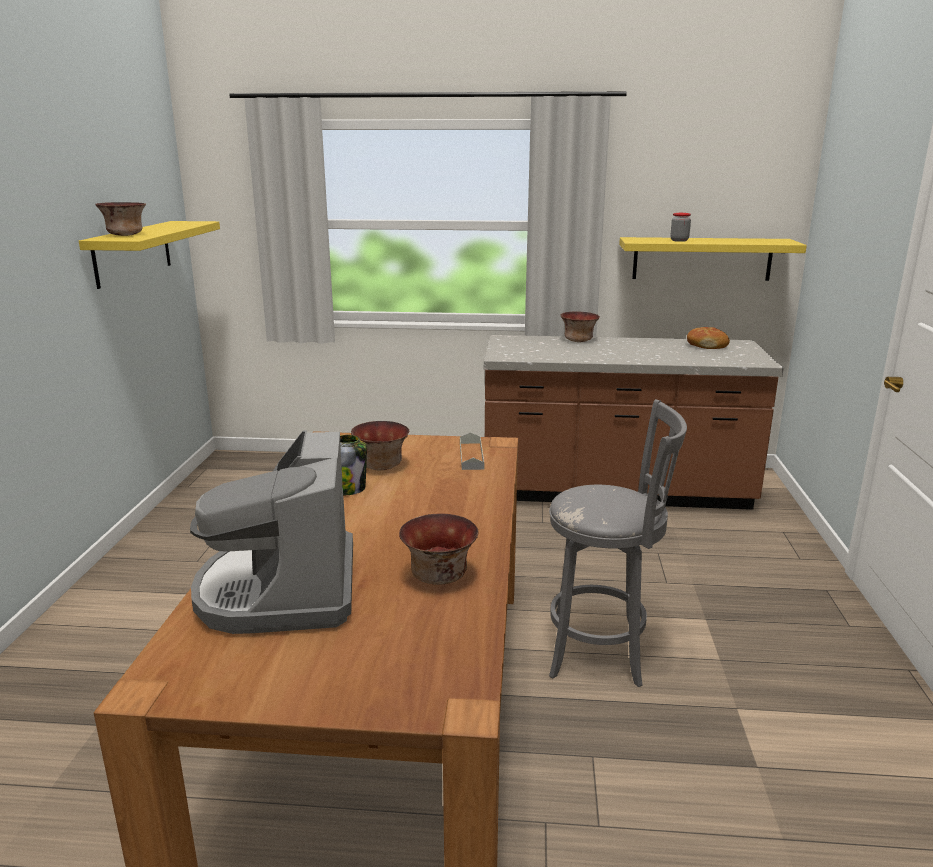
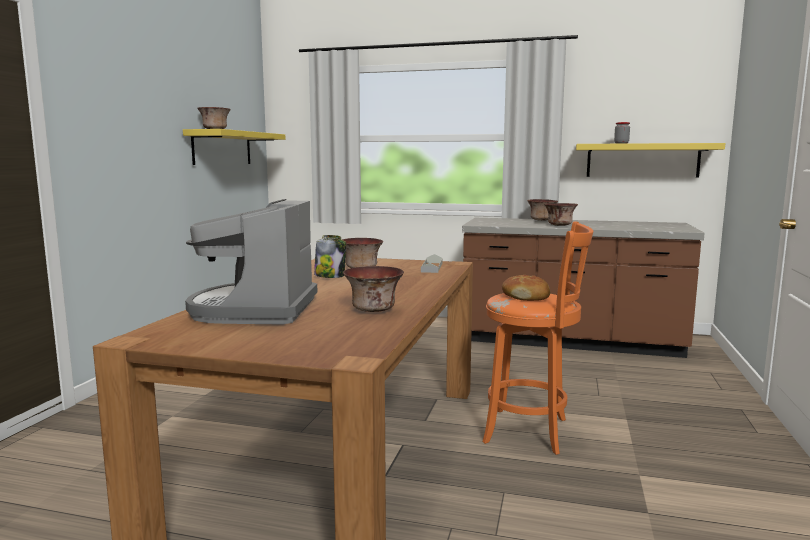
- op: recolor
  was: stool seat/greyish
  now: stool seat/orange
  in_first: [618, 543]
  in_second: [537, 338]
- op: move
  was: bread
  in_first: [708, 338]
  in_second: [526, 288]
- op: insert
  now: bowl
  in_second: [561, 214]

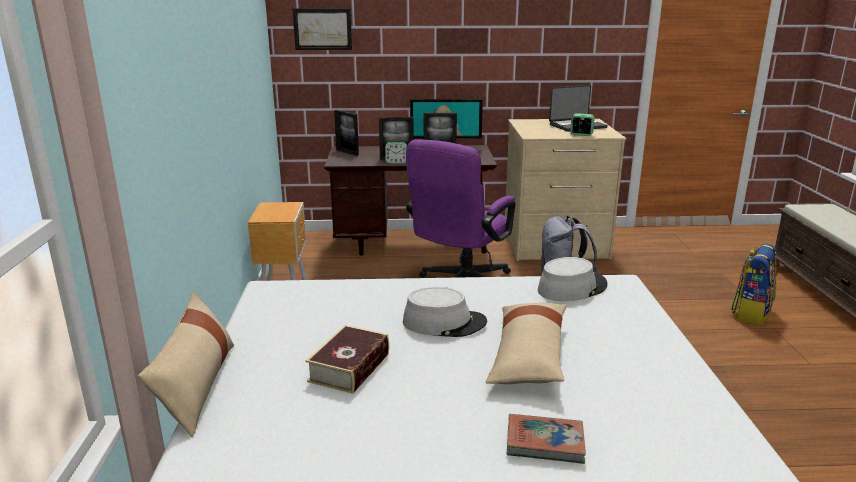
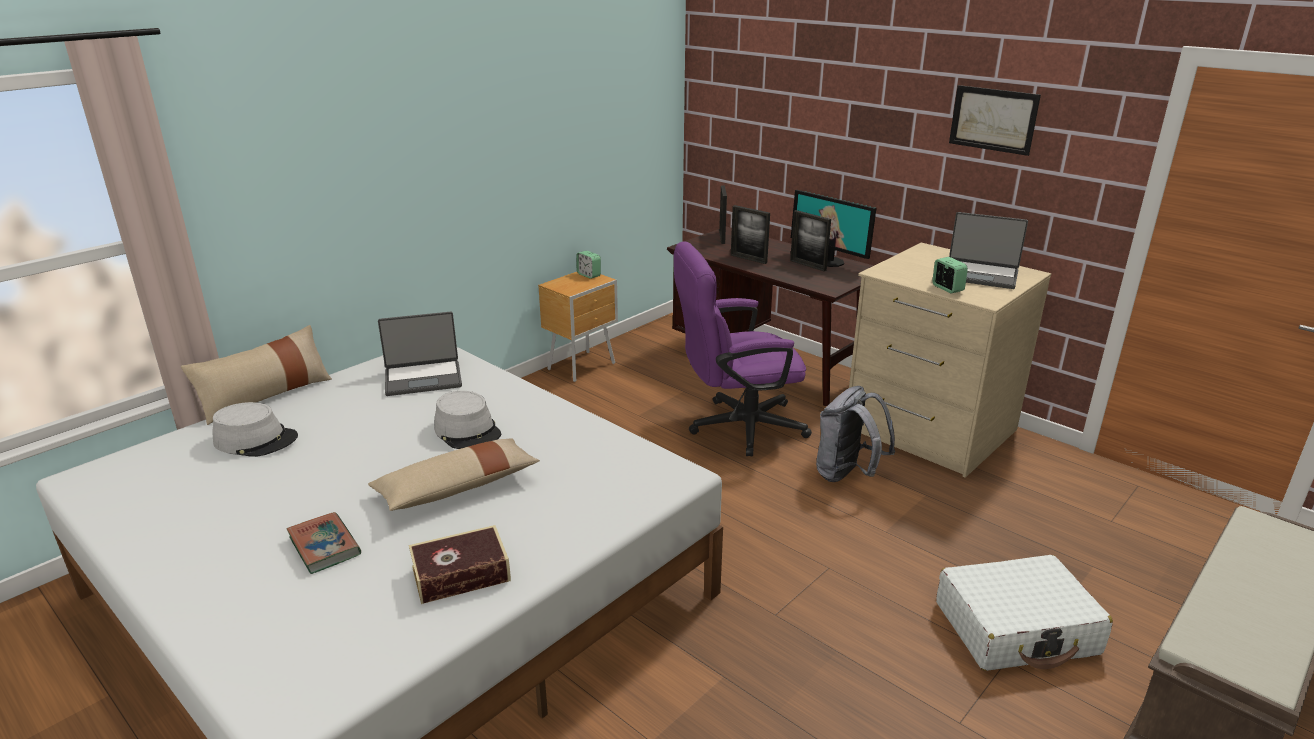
- op: move
  was: hat/greyish
  in_first: [572, 279]
  in_second: [255, 429]
- op: insert
  now: portable computer
  in_second: [420, 354]
- op: move
  was: volume
  in_first: [347, 359]
  in_second: [460, 564]
- op: move
  was: alarm clock
  in_first: [396, 152]
  in_second: [588, 265]
- op: replace
  was: backpack
  now: piece of luggage/white-coloured
  in_first: [754, 284]
  in_second: [1024, 613]
- op: move
  was: wall art
  in_first: [322, 29]
  in_second: [995, 120]

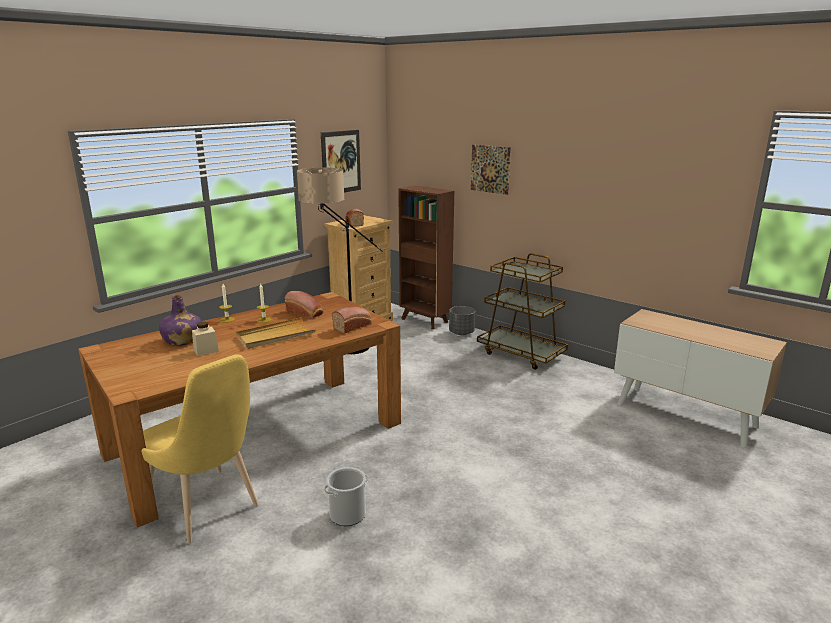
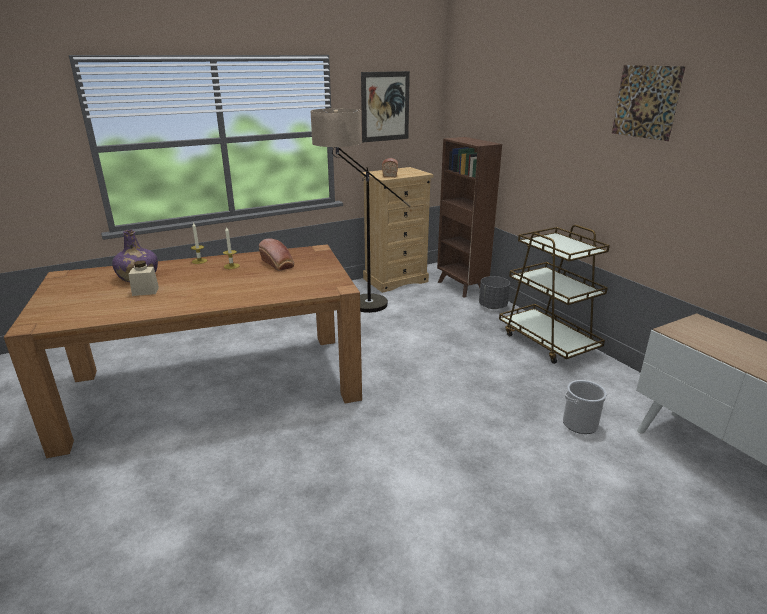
- op: move
  was: pail
  in_first: [346, 496]
  in_second: [585, 407]
- op: move
  was: wall art
  in_first: [491, 170]
  in_second: [649, 103]
- op: delete
  was: upright chair/yellow-coloured
  in_first: [200, 449]
- op: delete
  was: serving tray/sand-coloured
  in_first: [276, 333]
- op: delete
  was: bread
  in_first: [352, 320]

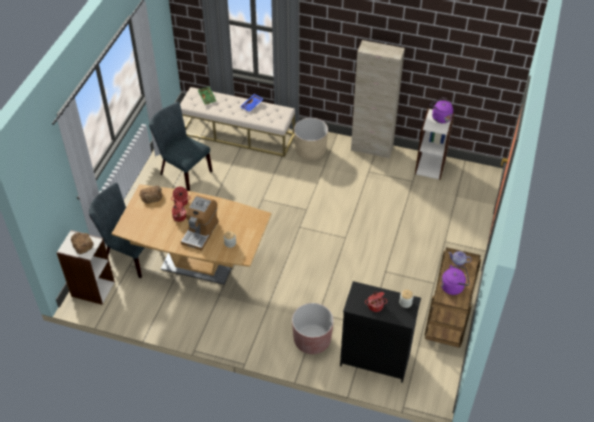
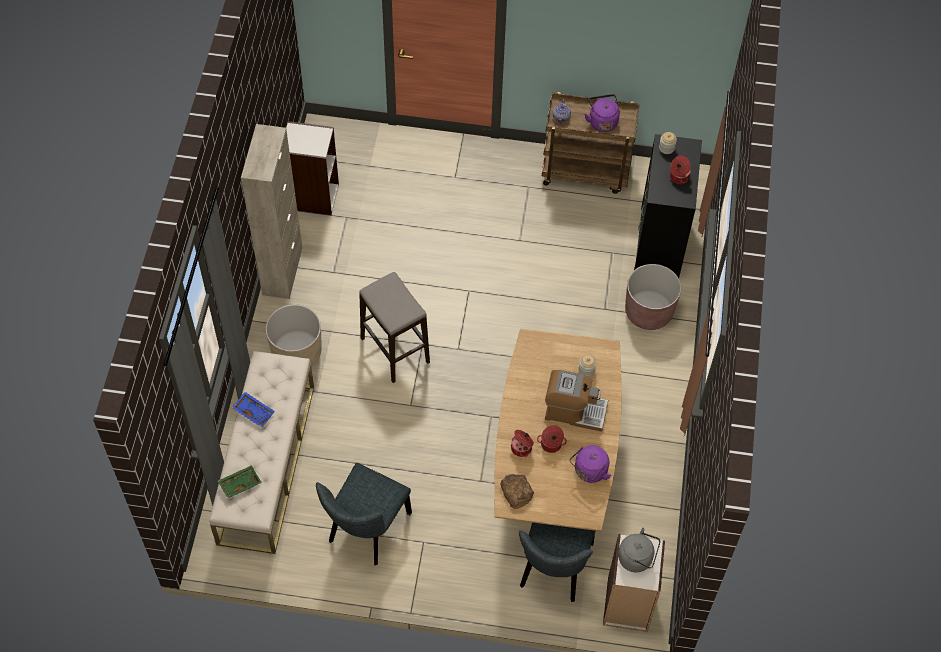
- op: insert
  now: stool seat
  in_second: [394, 327]
- op: move
  was: kettle/purplish
  in_first: [441, 110]
  in_second: [591, 464]
- op: replace
  was: bread
  now: kettle/greyish
  in_first: [82, 243]
  in_second: [639, 550]

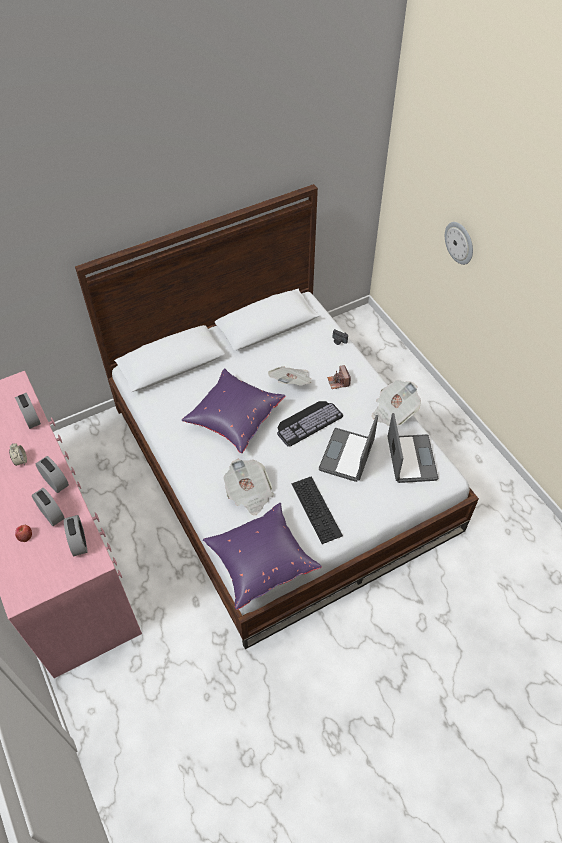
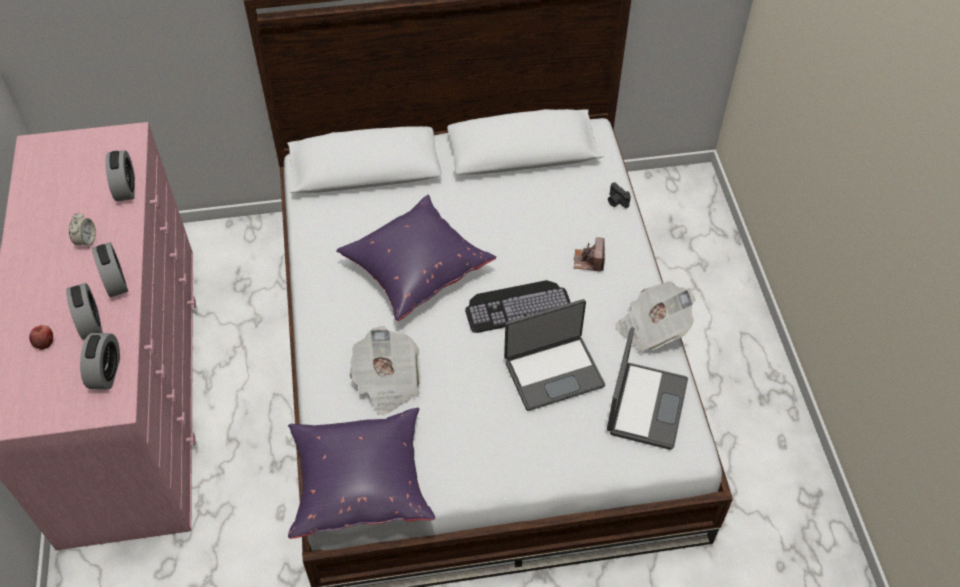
- op: rotate
  was: portable computer
  in_first: [348, 448]
  in_second: [554, 355]
  clockwise: -150
- op: delete
  was: printed paper
  in_first: [289, 376]
- op: delete
  was: computer keyboard
  in_first: [317, 510]
- op: delete
  was: clock on the wall
  in_first: [459, 243]

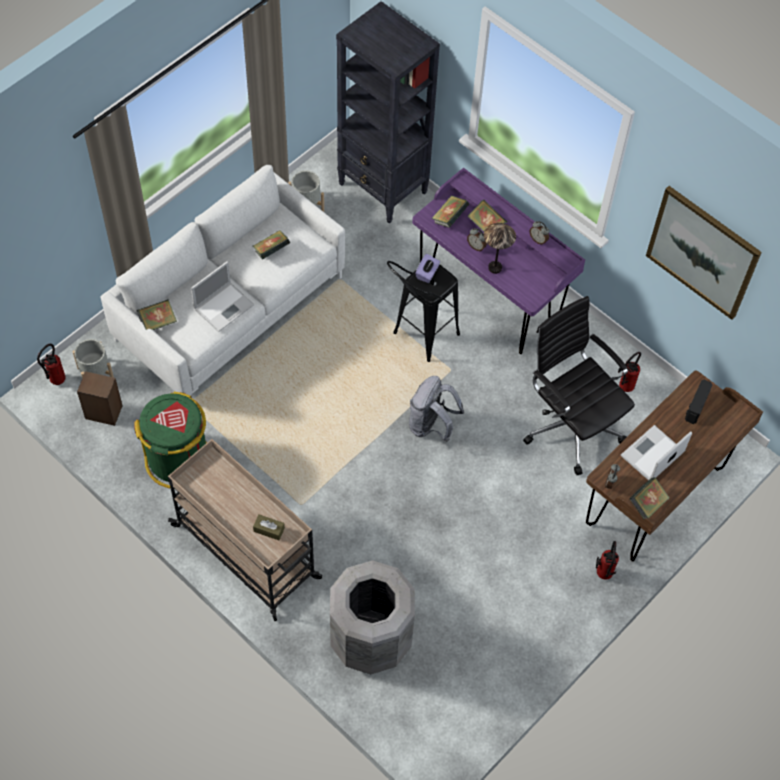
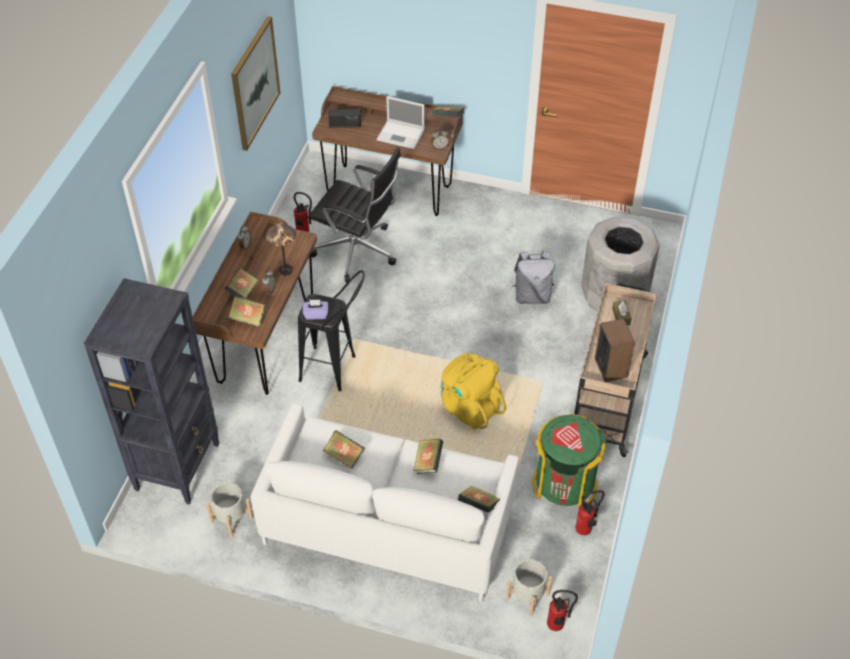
- op: recolor
  was: desk table/purplish
  now: desk table/brown-coloured
  in_first: [498, 260]
  in_second: [255, 303]
- op: rotate
  was: computer chair/black-coloured
  in_first: [579, 385]
  in_second: [355, 215]
  clockwise: -90
- op: replace
  was: portable computer
  now: volume
  in_first: [222, 296]
  in_second: [428, 456]
- op: insert
  now: backpack/yellow-coloured
  in_second: [473, 391]
- op: move
  was: backpack/greyish
  in_first: [436, 409]
  in_second: [533, 277]
- op: move
  was: extinguisher
  in_first: [607, 560]
  in_second: [590, 512]
- op: move
  was: loudspeaker
  in_first: [100, 398]
  in_second: [615, 350]

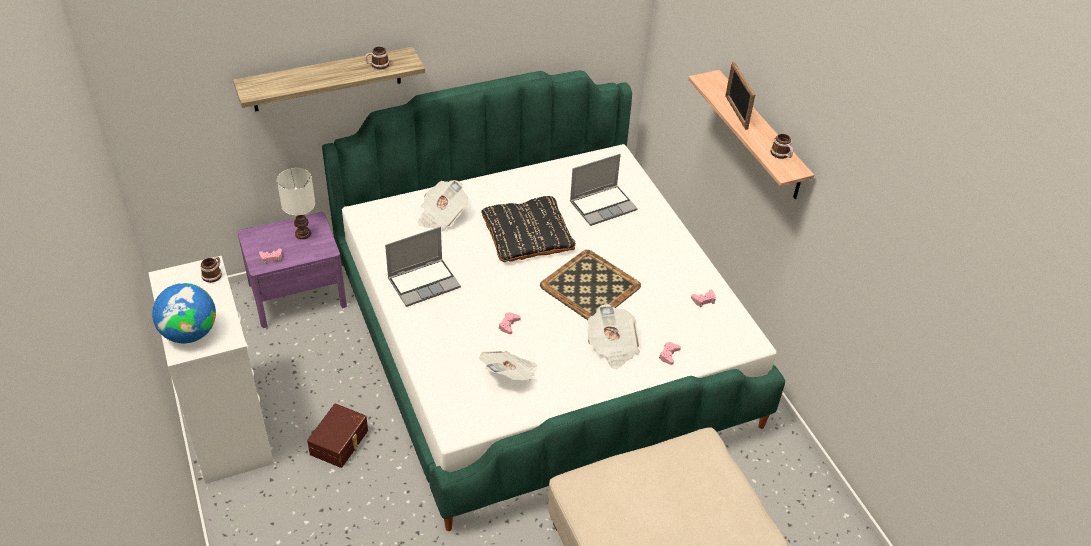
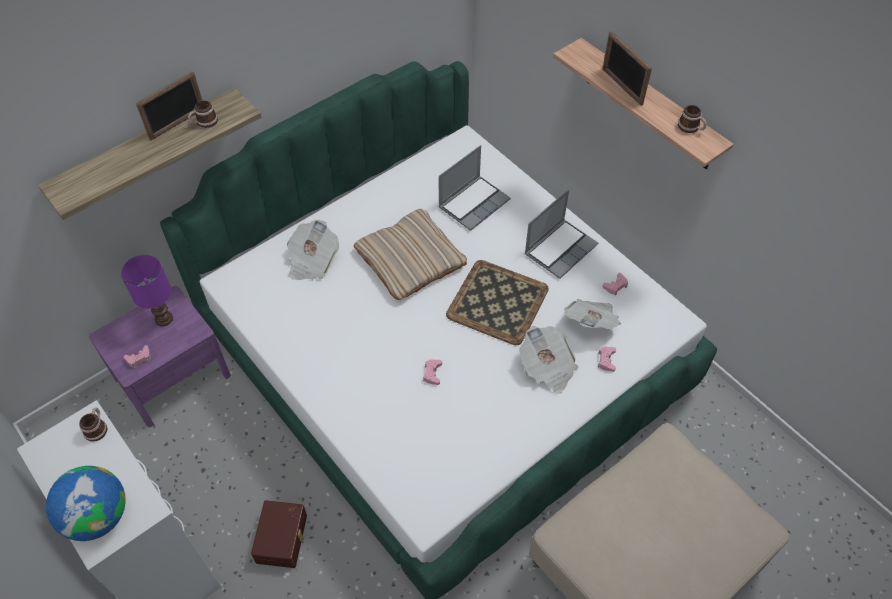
- op: recolor
  was: lamp for a table/white-coloured
  now: lamp for a table/purplish
  in_first: [296, 203]
  in_second: [147, 290]
- op: insert
  now: standing frame
  in_second: [169, 106]
- op: recolor
  was: throw pillow/black-coloured
  now: throw pillow/sand-coloured
  in_first: [528, 229]
  in_second: [410, 254]
- op: move
  was: portable computer
  in_first: [423, 267]
  in_second: [561, 234]
- op: move
  was: printed paper
  in_first: [508, 366]
  in_second: [592, 314]

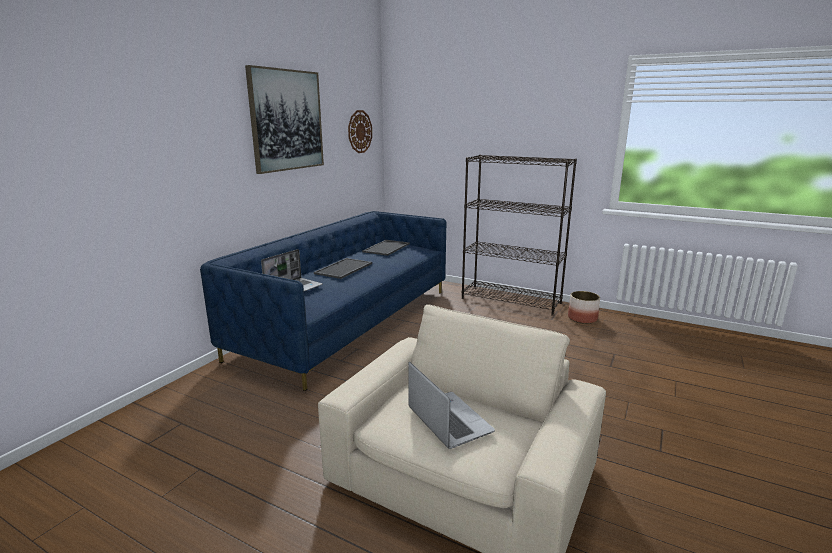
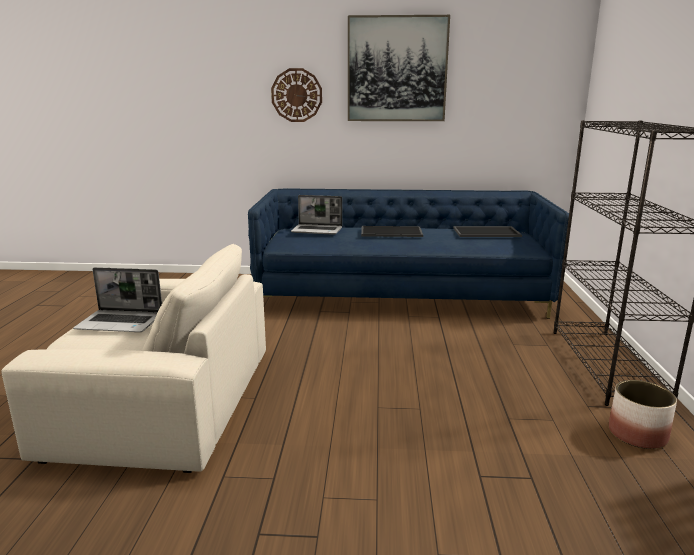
- op: rotate
  was: portable computer
  in_first: [451, 405]
  in_second: [117, 299]
  clockwise: 60
- op: move
  was: clock on the wall
  in_first: [360, 131]
  in_second: [296, 95]

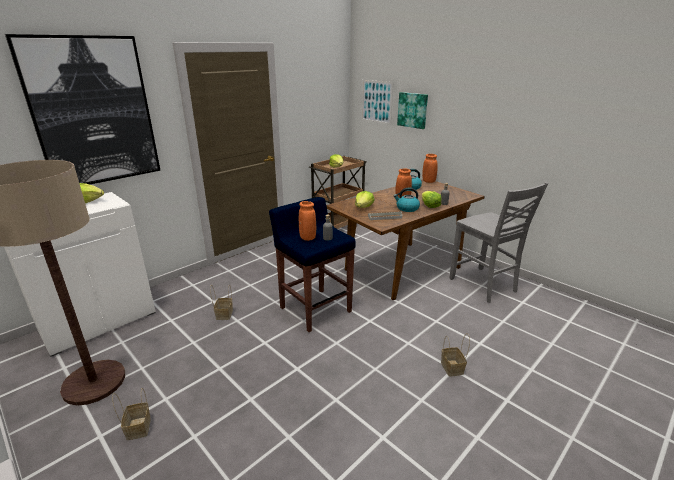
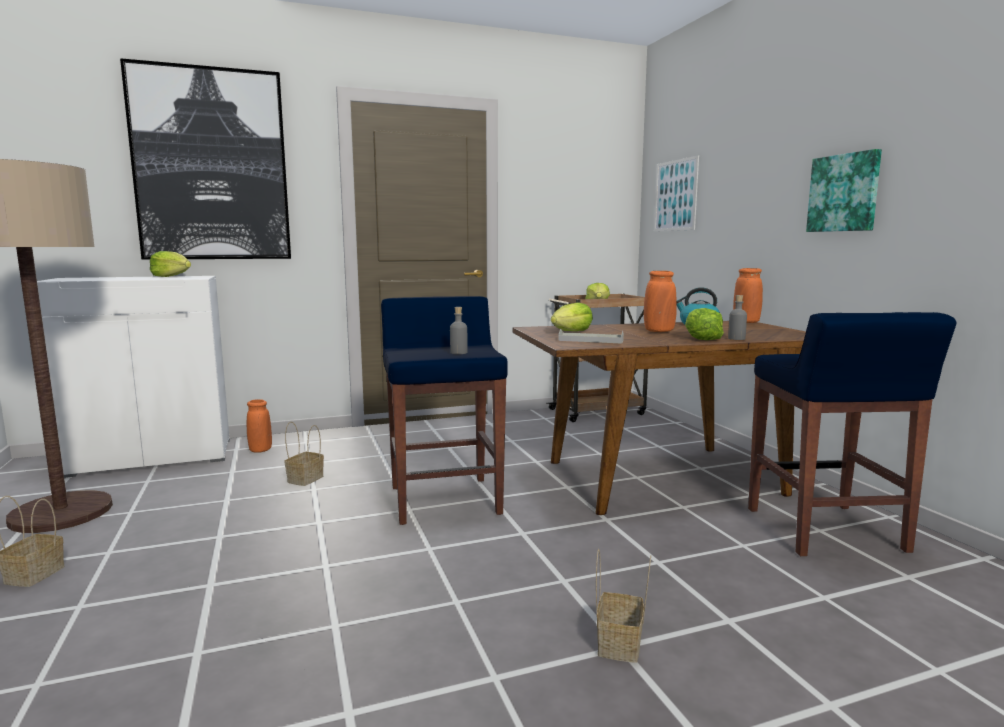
- op: move
  was: flower vase/orange
  in_first: [307, 221]
  in_second: [259, 426]
- op: replace
  was: upright chair/greyish
  now: stool seat/blue-coloured
  in_first: [498, 242]
  in_second: [852, 434]
- op: move
  was: wall art
  in_first: [412, 110]
  in_second: [844, 190]
- op: delete
  was: kettle
  in_first: [407, 199]

